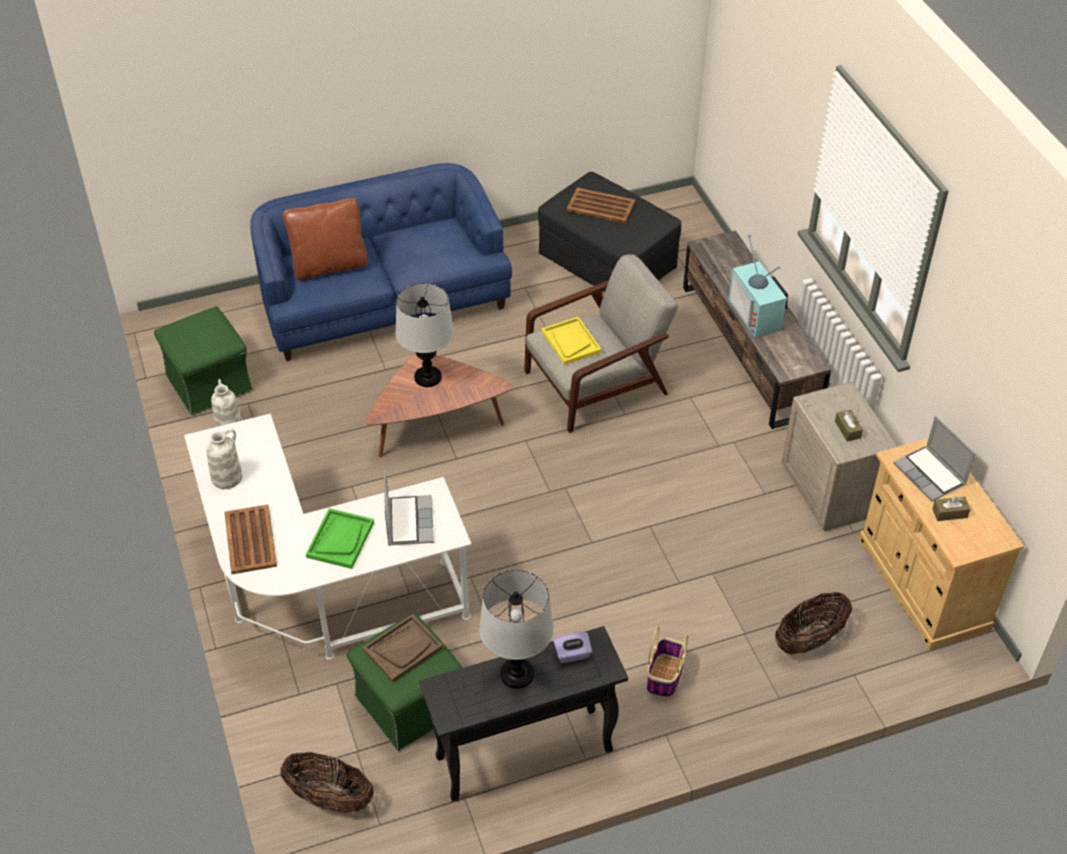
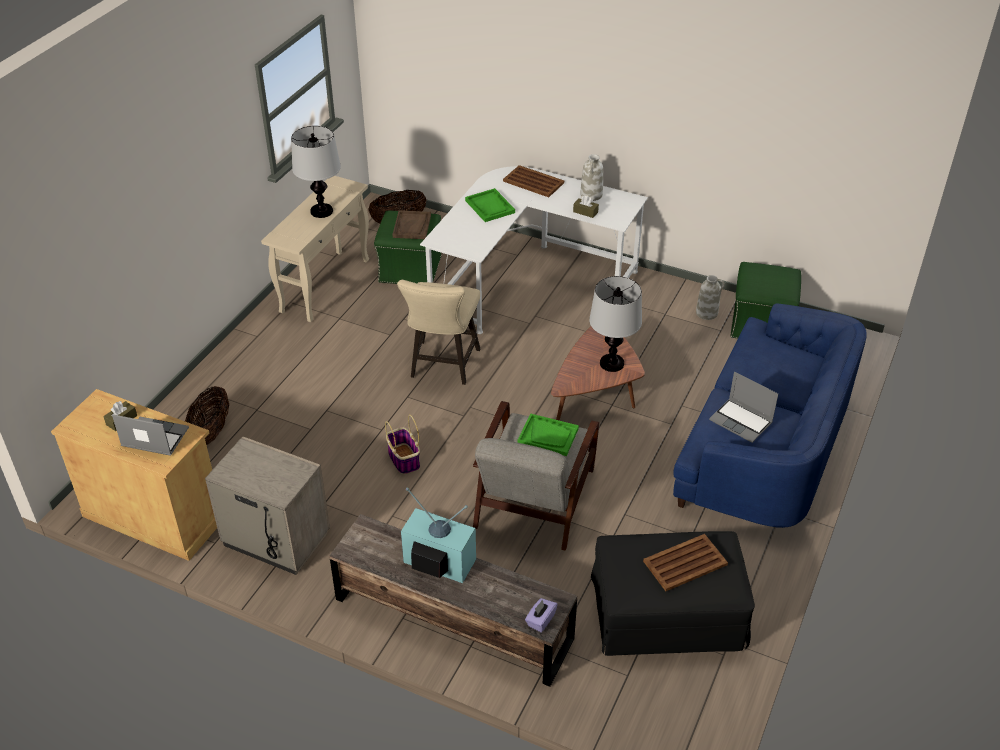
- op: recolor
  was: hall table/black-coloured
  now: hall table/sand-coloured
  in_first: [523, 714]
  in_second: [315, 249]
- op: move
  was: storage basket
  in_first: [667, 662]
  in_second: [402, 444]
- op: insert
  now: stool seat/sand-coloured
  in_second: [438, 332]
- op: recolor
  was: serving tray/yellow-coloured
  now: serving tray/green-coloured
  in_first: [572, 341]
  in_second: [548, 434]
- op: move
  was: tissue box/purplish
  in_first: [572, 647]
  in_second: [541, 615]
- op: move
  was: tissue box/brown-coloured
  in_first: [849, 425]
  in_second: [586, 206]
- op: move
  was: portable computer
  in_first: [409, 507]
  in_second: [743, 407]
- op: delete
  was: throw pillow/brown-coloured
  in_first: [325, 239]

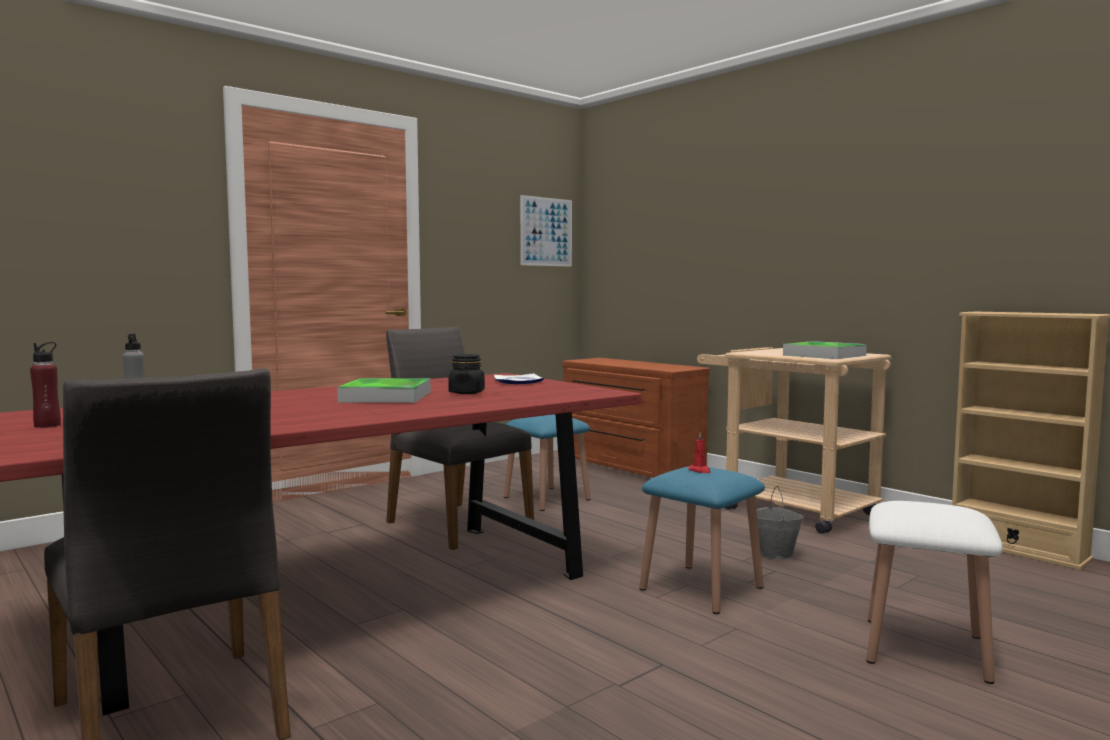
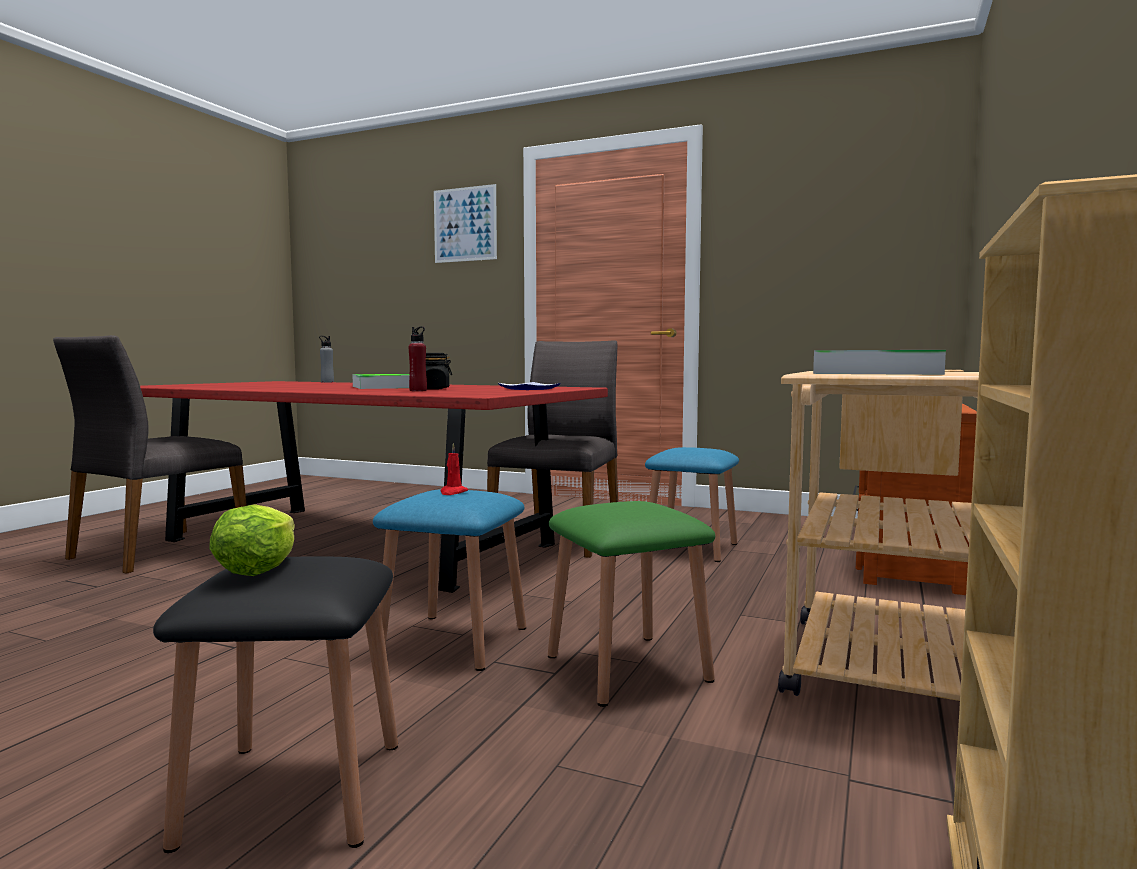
- op: recolor
  was: stool seat/white-coloured
  now: stool seat/black-coloured
  in_first: [934, 592]
  in_second: [275, 705]
- op: insert
  now: lettuce
  in_second: [252, 540]
- op: move
  was: drink bottle/red
  in_first: [45, 385]
  in_second: [418, 358]
- op: move
  was: wall art
  in_first: [546, 231]
  in_second: [465, 223]
- op: replace
  was: pail/greyish
  now: stool seat/green-coloured
  in_first: [780, 522]
  in_second: [631, 604]

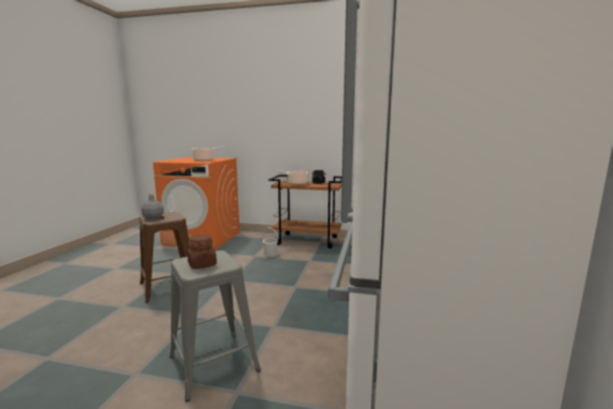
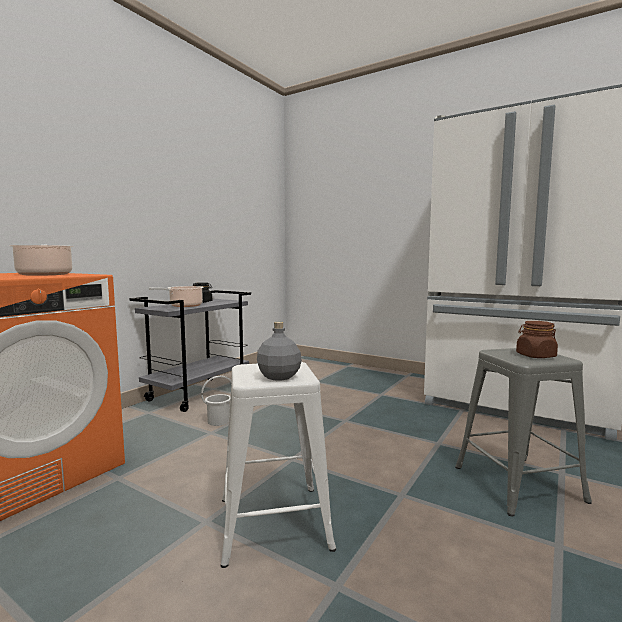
- op: recolor
  was: wheeled cart/brown-coloured
  now: wheeled cart/greyish
  in_first: [305, 212]
  in_second: [190, 351]
- op: recolor
  was: stool seat/brown-coloured
  now: stool seat/white-coloured
  in_first: [164, 257]
  in_second: [278, 465]

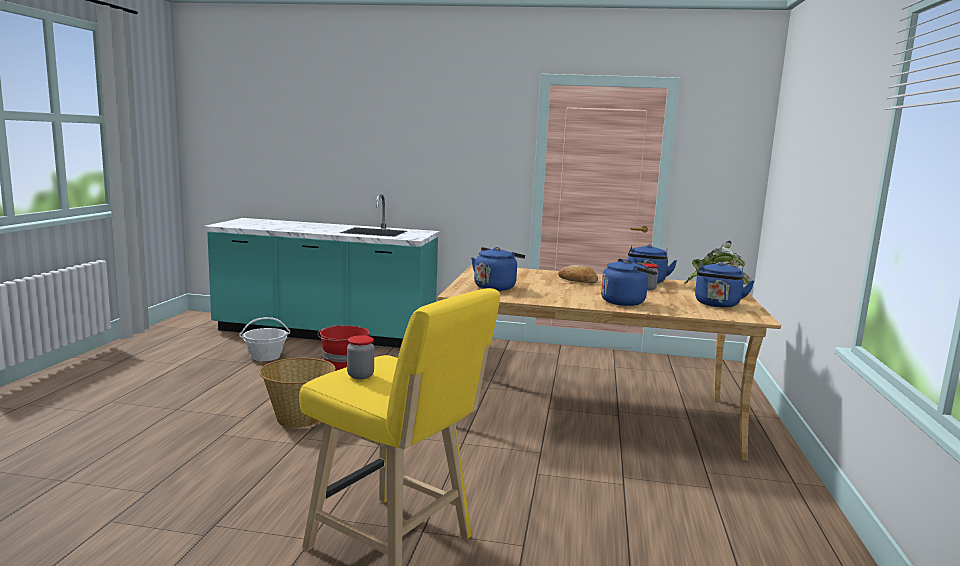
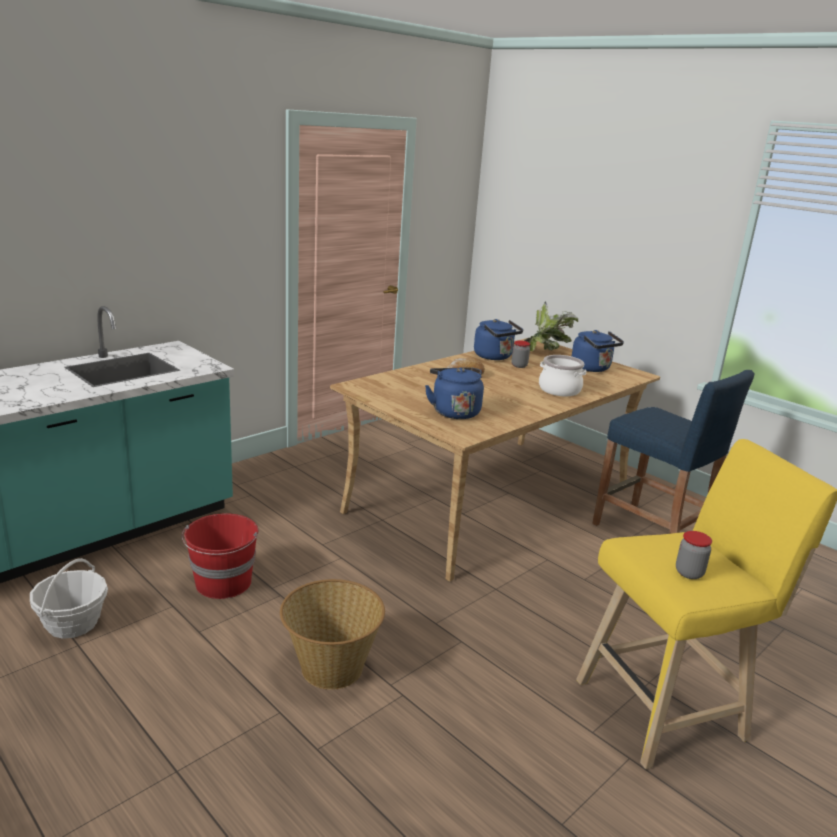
- op: replace
  was: kettle/blue-coloured
  now: saucepot
  in_first: [629, 282]
  in_second: [562, 375]
- op: insert
  now: stool seat/blue-coloured
  in_second: [673, 452]

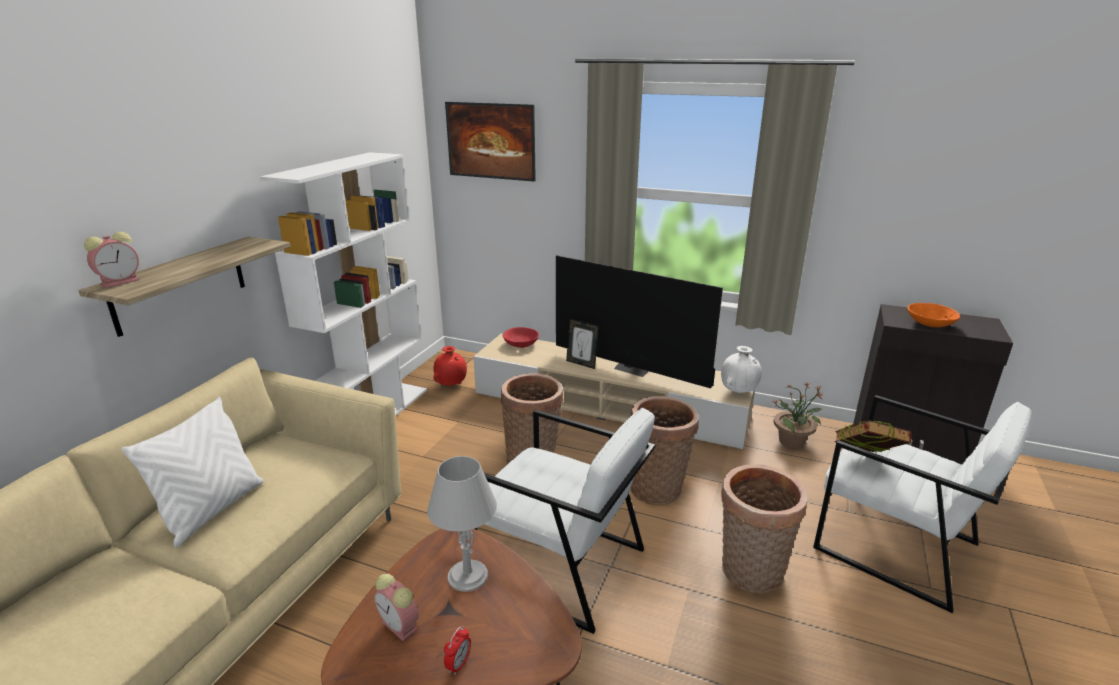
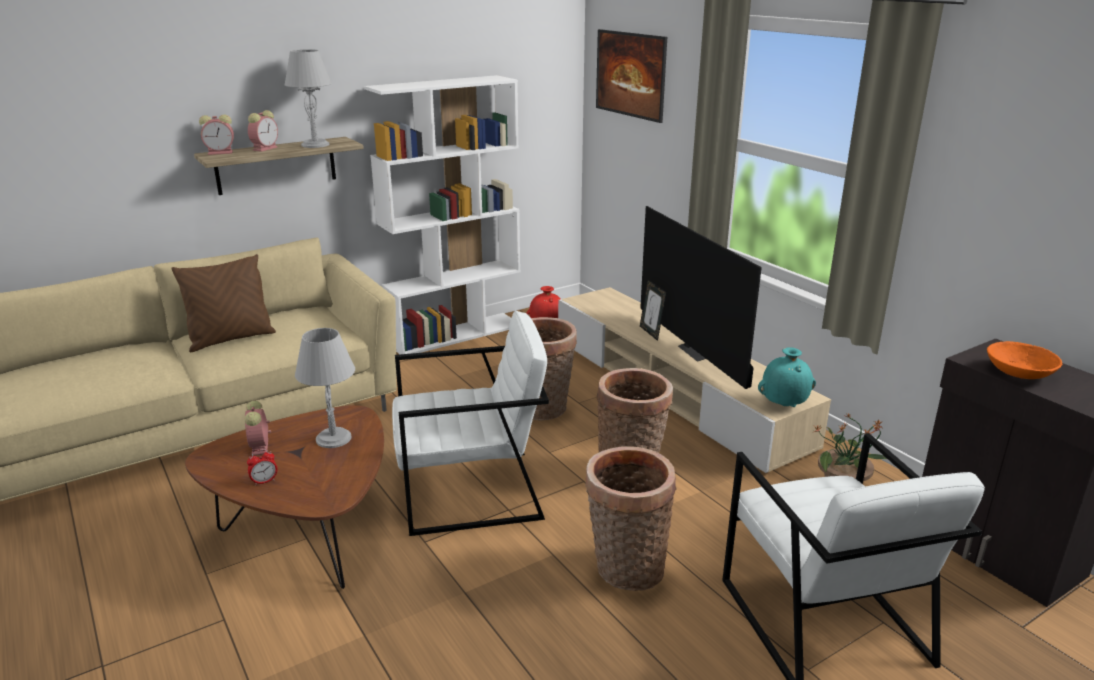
- op: recolor
  was: throw pillow/white-coloured
  now: throw pillow/brown-coloured
  in_first: [192, 472]
  in_second: [223, 303]
- op: insert
  now: alarm clock
  in_second: [263, 131]
- op: insert
  now: lamp for a table/greyish
  in_second: [308, 98]
- op: rotate
  was: armchair/white-coloured
  in_first: [565, 521]
  in_second: [470, 423]
  clockwise: -75
- op: recolor
  was: flower vase/white-coloured
  now: flower vase/turquoise
  in_first: [741, 369]
  in_second: [787, 377]
- op: delete
  was: bowl/red
  in_first: [521, 337]
- op: delete
  was: volume
  in_first: [873, 436]

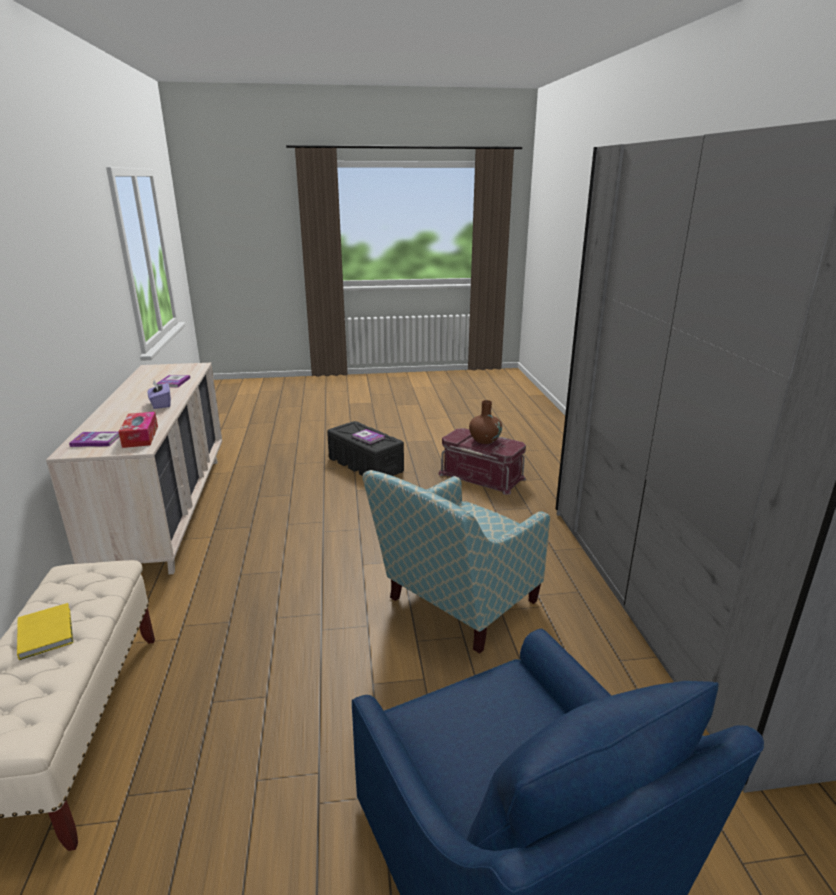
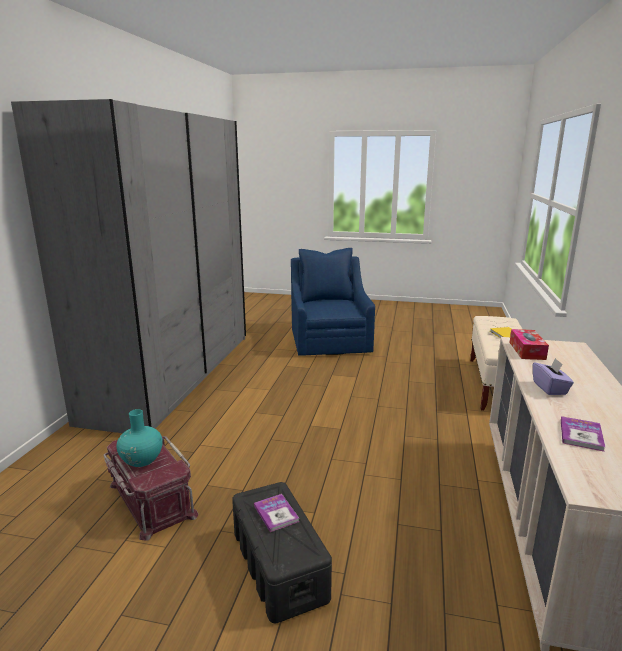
- op: recolor
  was: flower vase/brown-coloured
  now: flower vase/turquoise
  in_first: [485, 422]
  in_second: [139, 438]
- op: delete
  was: volume
  in_first: [94, 439]
- op: delete
  was: armchair
  in_first: [456, 562]

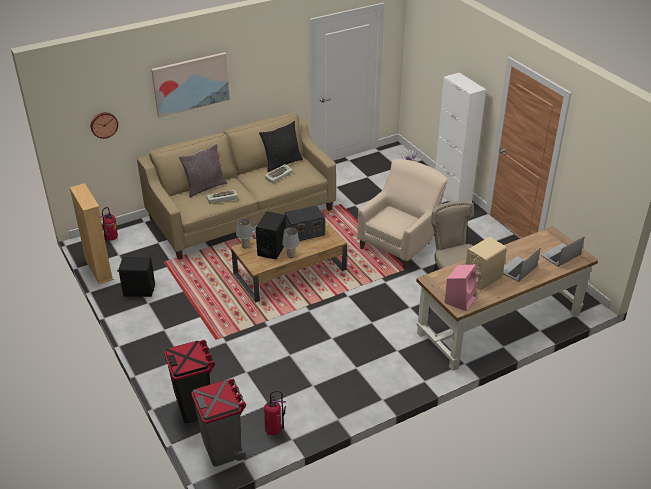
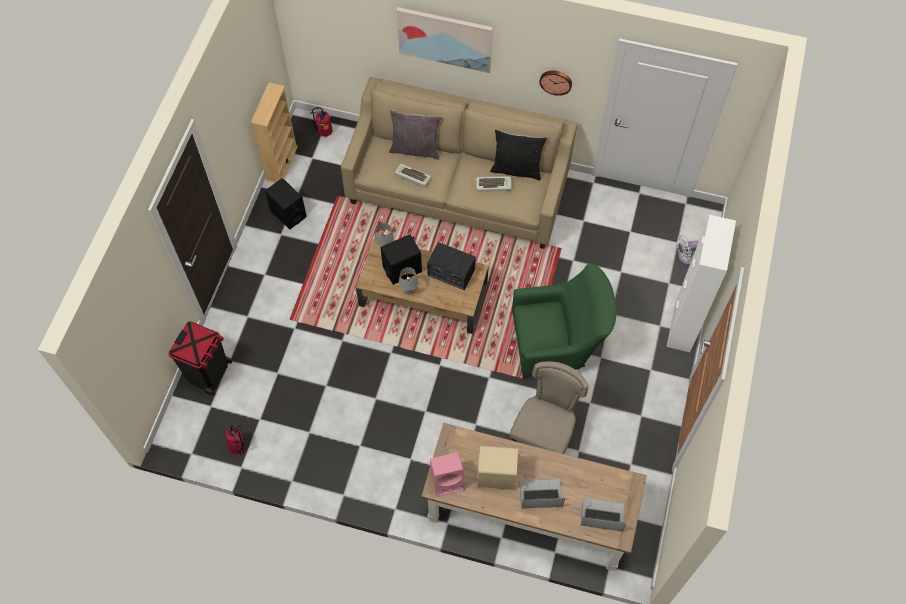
- op: recolor
  was: armchair/sand-coloured
  now: armchair/green-coloured
  in_first: [402, 214]
  in_second: [564, 321]
- op: move
  was: clock on the wall
  in_first: [104, 125]
  in_second: [555, 83]
- op: delete
  was: waste bin/greyish
  in_first: [218, 422]

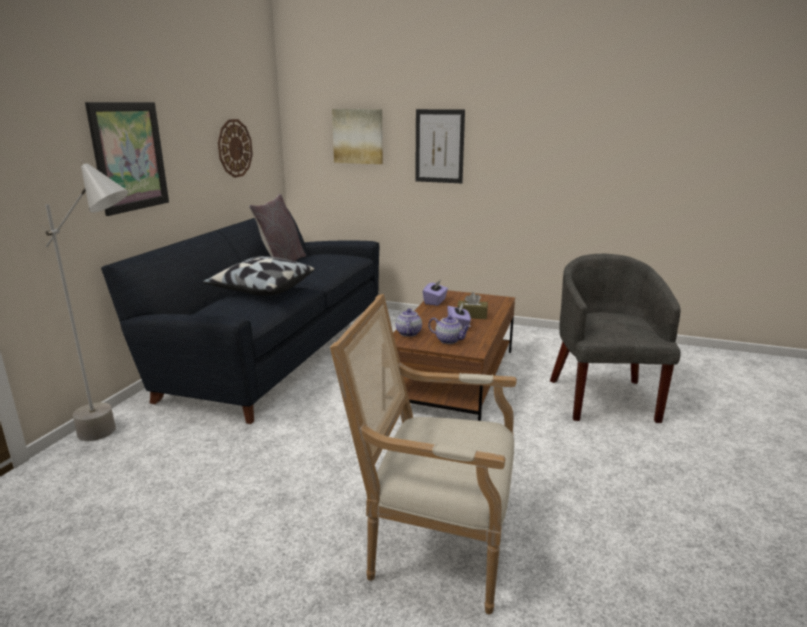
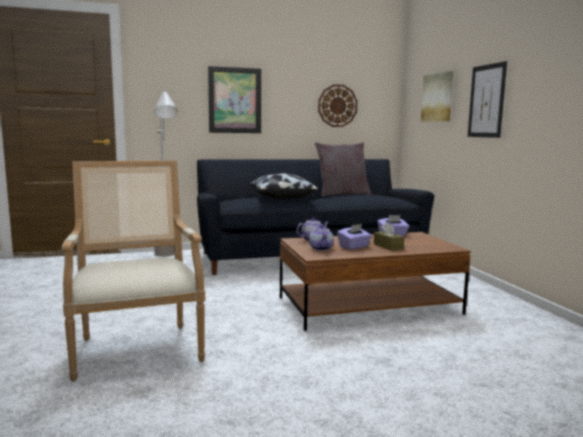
- op: delete
  was: armchair/greyish
  in_first: [615, 338]

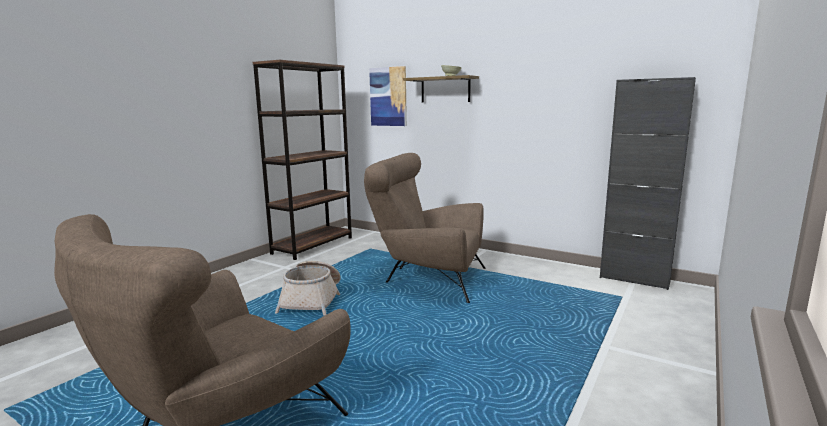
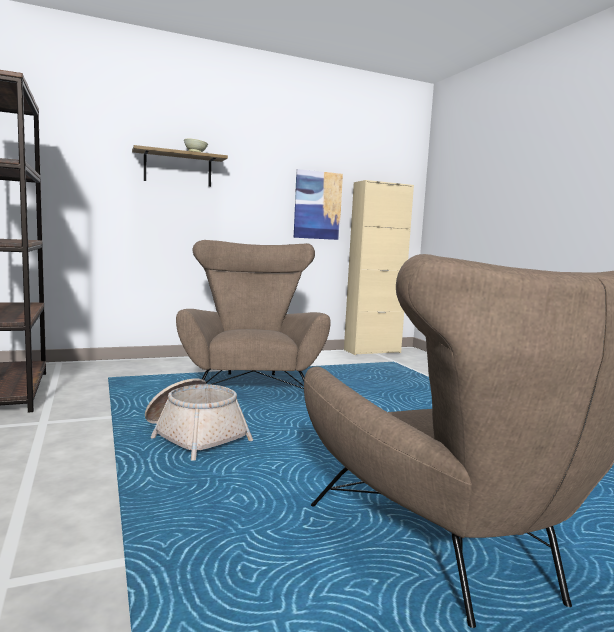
- op: rotate
  was: armchair/brown-coloured
  in_first: [425, 228]
  in_second: [253, 314]
  clockwise: 120
- op: move
  was: wall art
  in_first: [388, 96]
  in_second: [318, 204]
- op: recolor
  was: cupboard/black-coloured
  now: cupboard/sand-coloured
  in_first: [648, 183]
  in_second: [379, 267]

